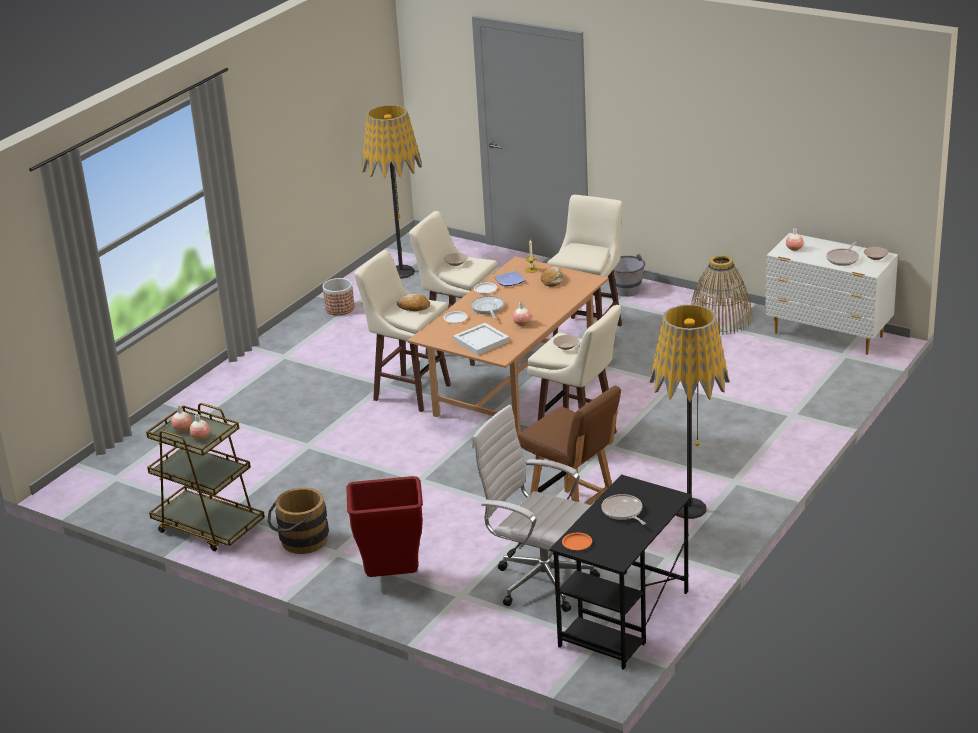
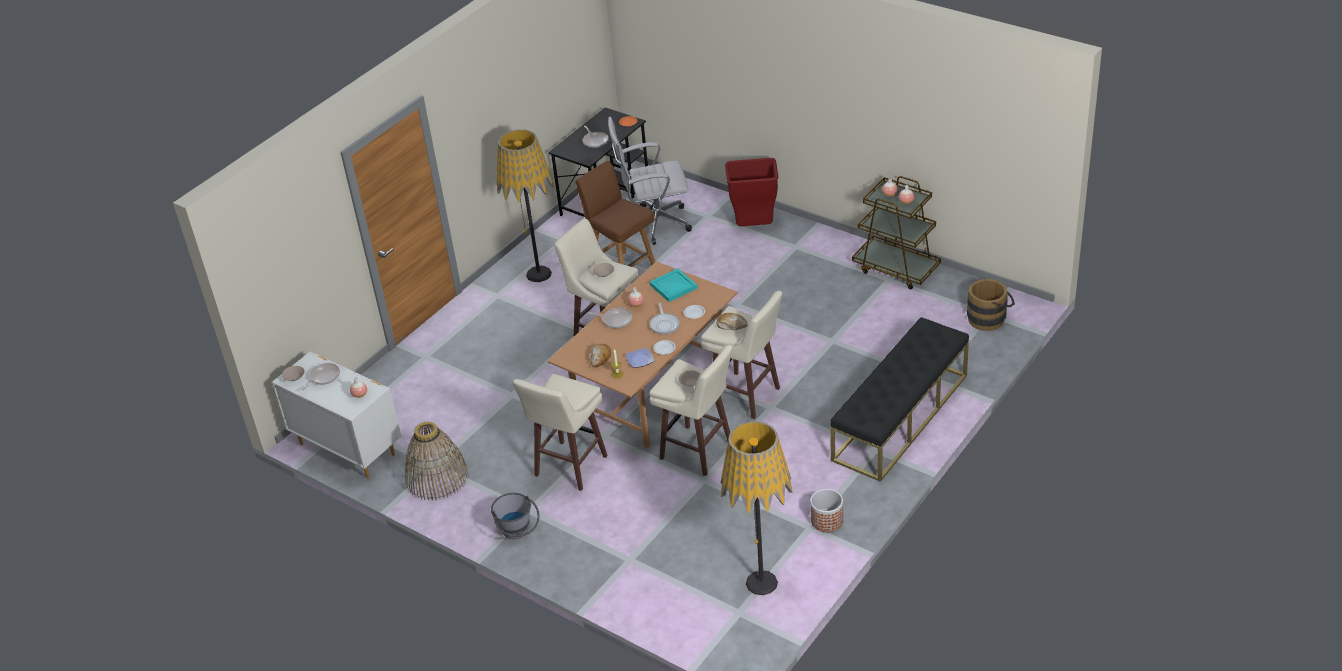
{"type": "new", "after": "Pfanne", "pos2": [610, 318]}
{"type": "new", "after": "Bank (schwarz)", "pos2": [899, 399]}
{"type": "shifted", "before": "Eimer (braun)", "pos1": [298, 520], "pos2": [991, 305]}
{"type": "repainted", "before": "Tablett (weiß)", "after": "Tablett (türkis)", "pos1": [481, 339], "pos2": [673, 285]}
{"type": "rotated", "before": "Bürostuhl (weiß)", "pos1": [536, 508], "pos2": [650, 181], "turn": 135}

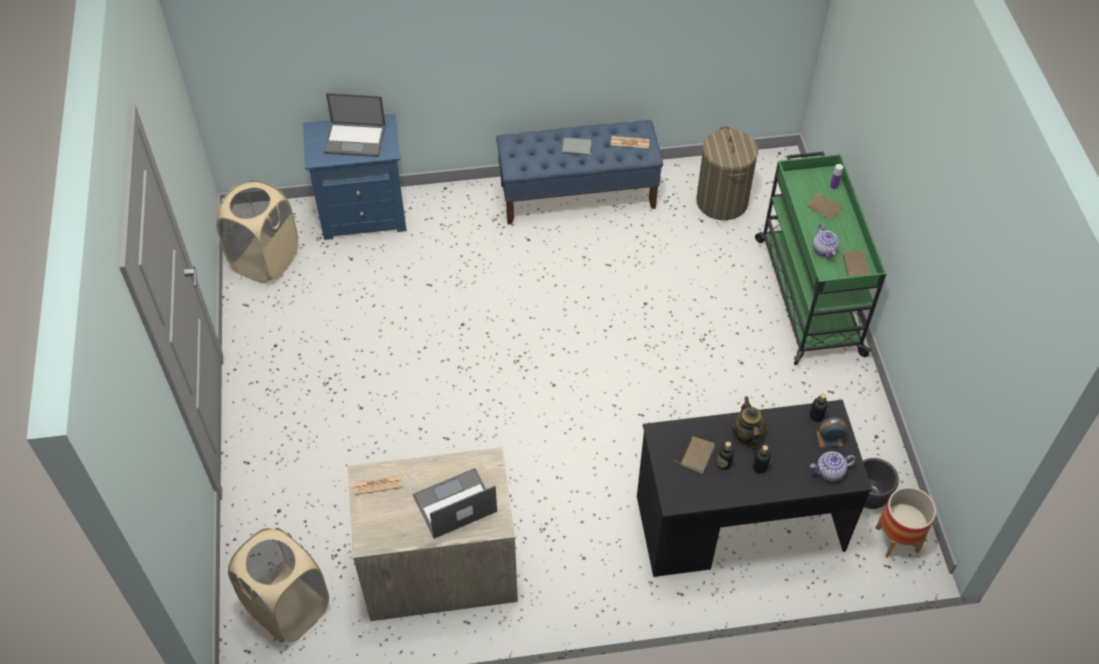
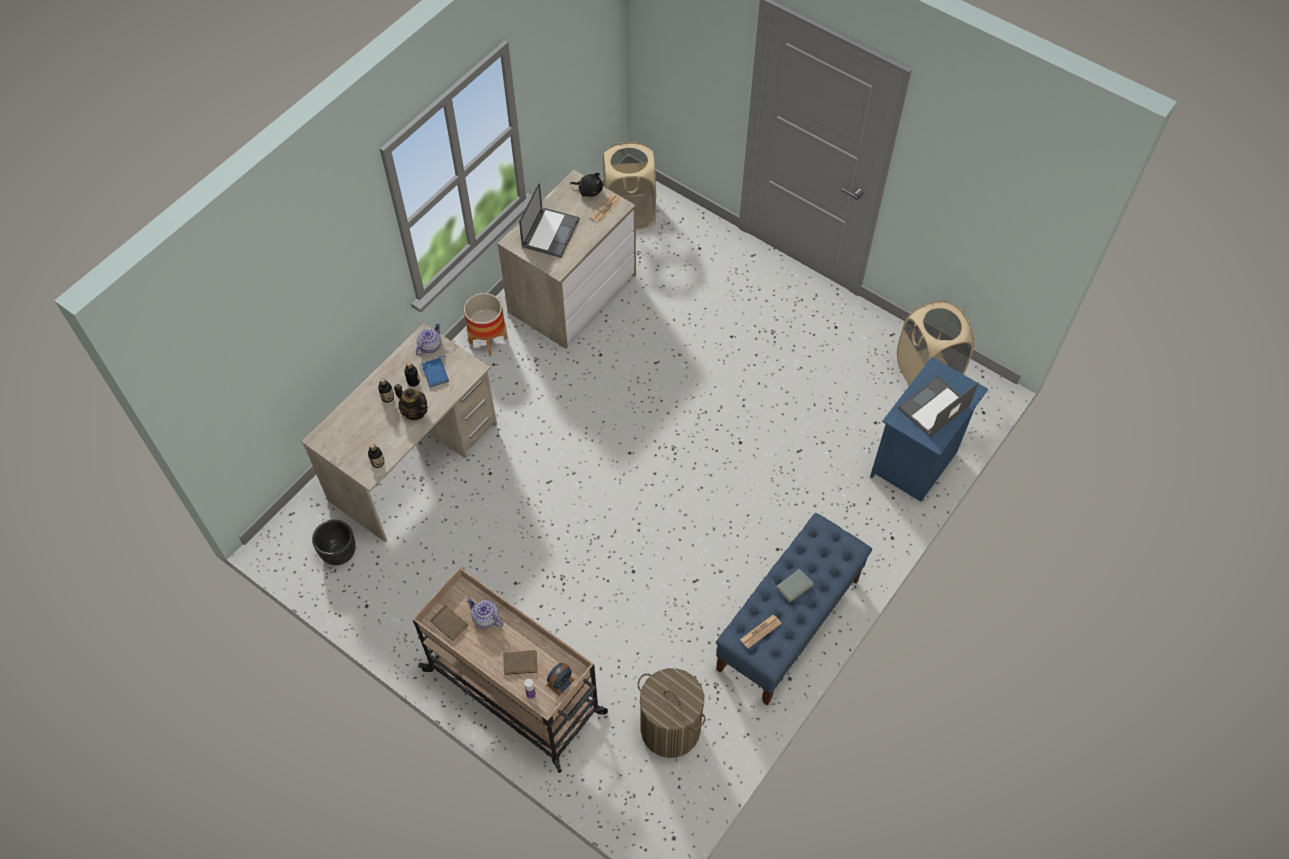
{"type": "new", "after": "Plüschtier (schwarz)", "pos2": [586, 185]}
{"type": "shifted", "before": "Teekanne", "pos1": [833, 466], "pos2": [428, 338]}
{"type": "shifted", "before": "Wecker", "pos1": [832, 432], "pos2": [560, 679]}
{"type": "shifted", "before": "Pflanzkübel", "pos1": [906, 522], "pos2": [486, 324]}
{"type": "repainted", "before": "Schreibtisch (schwarz)", "after": "Schreibtisch (beige)", "pos1": [754, 488], "pos2": [399, 432]}
{"type": "repainted", "before": "Buch (braun)", "after": "Buch (blau)", "pos1": [694, 455], "pos2": [435, 371]}
{"type": "repainted", "before": "Rollwagen (grün)", "after": "Rollwagen (beige)", "pos1": [820, 259], "pos2": [510, 670]}

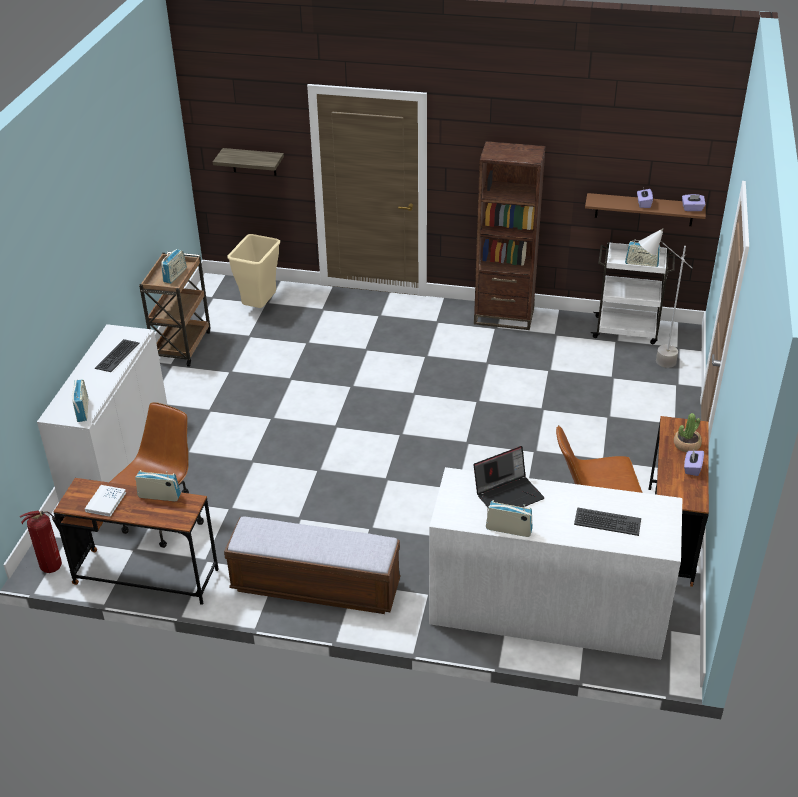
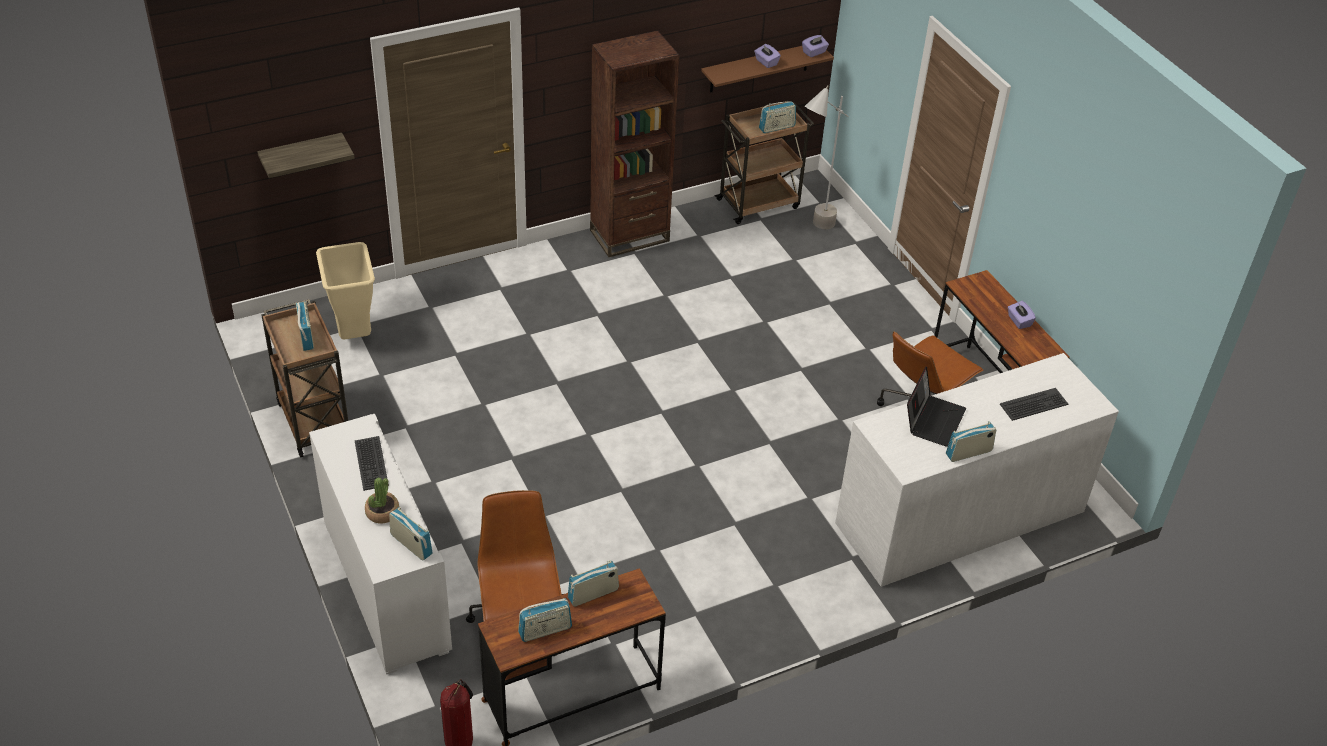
{"type": "gone", "before": "Bank", "pos1": [312, 565]}
{"type": "shifted", "before": "Topfpflanze", "pos1": [688, 432], "pos2": [382, 500]}
{"type": "swapped", "before": "Buch (weiß)", "after": "Radio", "pos1": [105, 501], "pos2": [545, 620]}
{"type": "repainted", "before": "Rollwagen (weiß)", "after": "Rollwagen (braun)", "pos1": [633, 293], "pos2": [764, 162]}

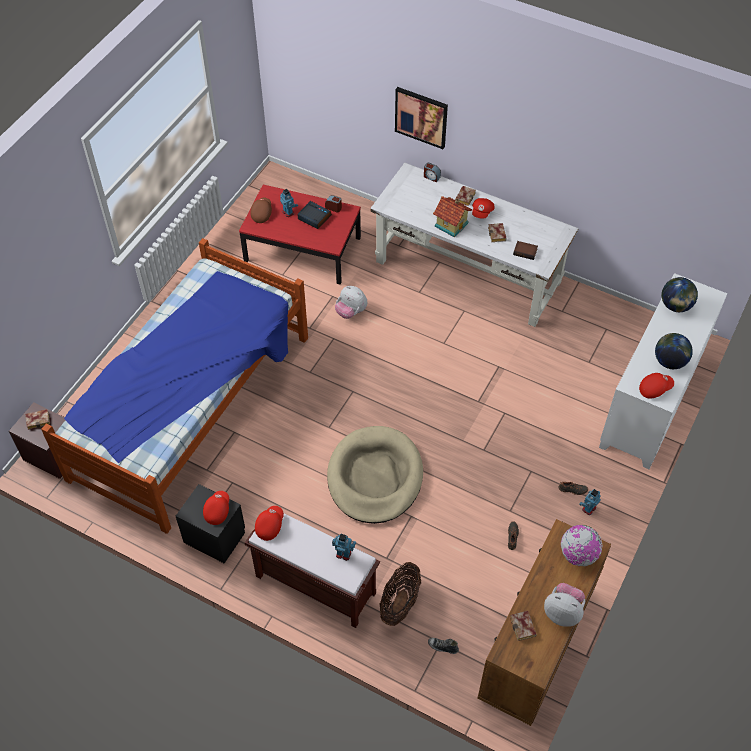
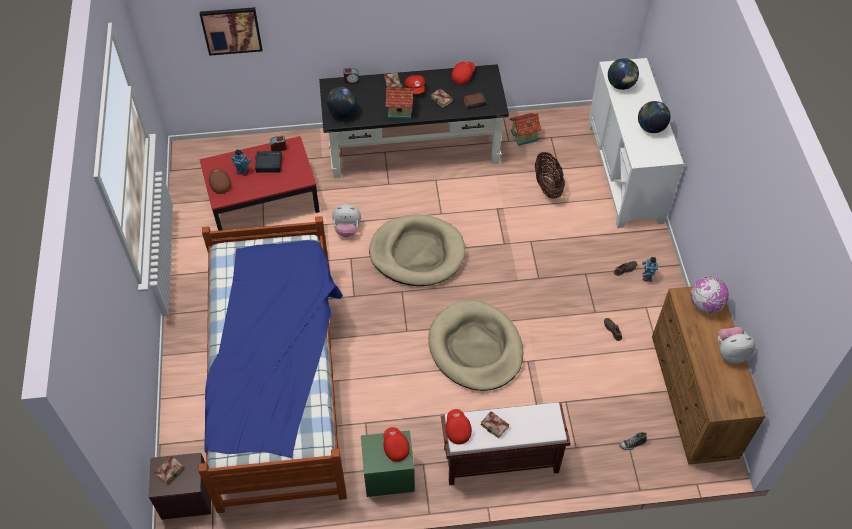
{"type": "gone", "before": "Spielzeugroboter", "pos1": [344, 547]}
{"type": "new", "after": "Globus", "pos2": [342, 102]}
{"type": "new", "after": "Hundebett (beige)", "pos2": [417, 250]}
{"type": "new", "after": "Spielzeughaus", "pos2": [526, 129]}
{"type": "shifted", "before": "Korb", "pos1": [400, 594], "pos2": [550, 175]}
{"type": "shifted", "before": "Bild", "pos1": [421, 118], "pos2": [231, 31]}
{"type": "shifted", "before": "Buch", "pos1": [523, 626], "pos2": [494, 425]}
{"type": "shifted", "before": "Kappe (rot)", "pos1": [656, 385], "pos2": [463, 73]}
{"type": "repainted", "before": "Nachttisch (schwarz)", "after": "Nachttisch (grün)", "pos1": [210, 523], "pos2": [388, 463]}
{"type": "repainted", "before": "Schreibtisch (weiß)", "after": "Schreibtisch (schwarz)", "pos1": [474, 244], "pos2": [414, 121]}

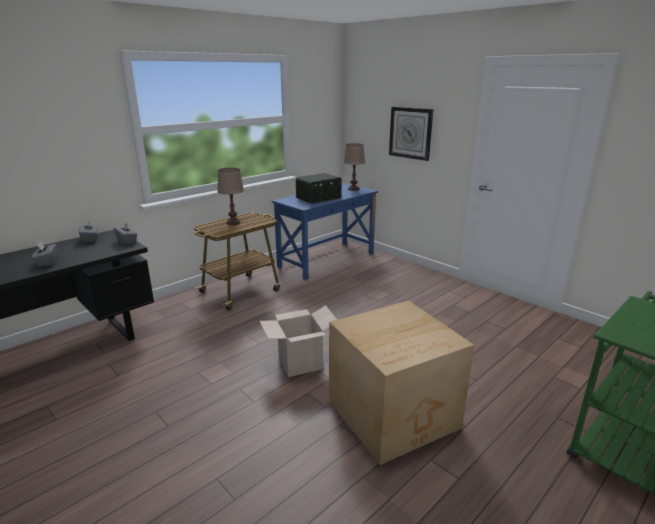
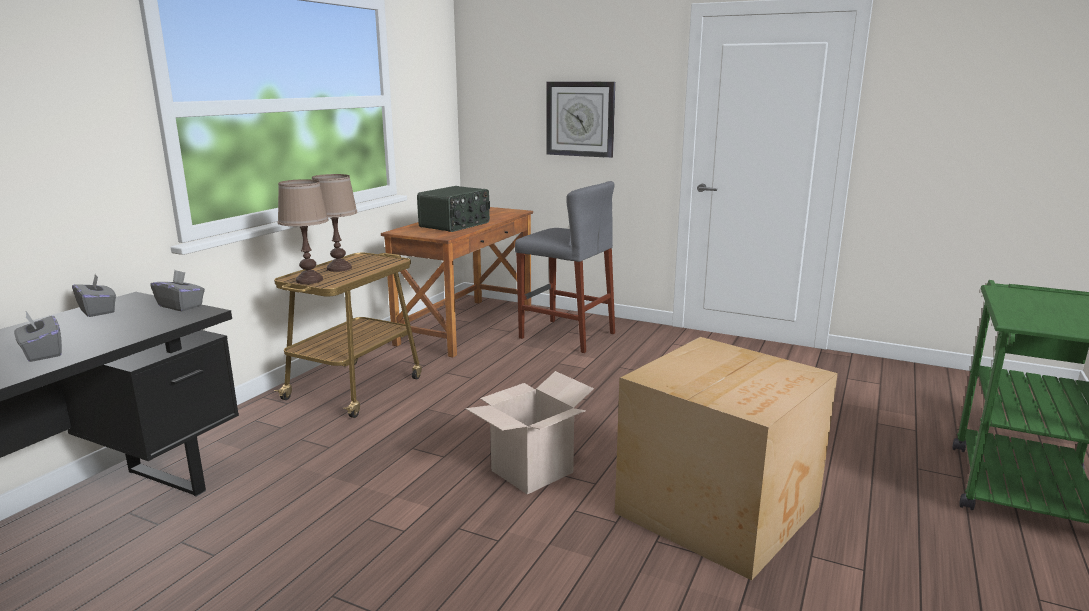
{"type": "new", "after": "Hocker (grau)", "pos2": [565, 267]}
{"type": "shifted", "before": "Tischlampe (braun)", "pos1": [354, 167], "pos2": [303, 231]}
{"type": "repainted", "before": "Schreibtisch (blau)", "after": "Schreibtisch (braun)", "pos1": [325, 232], "pos2": [457, 282]}

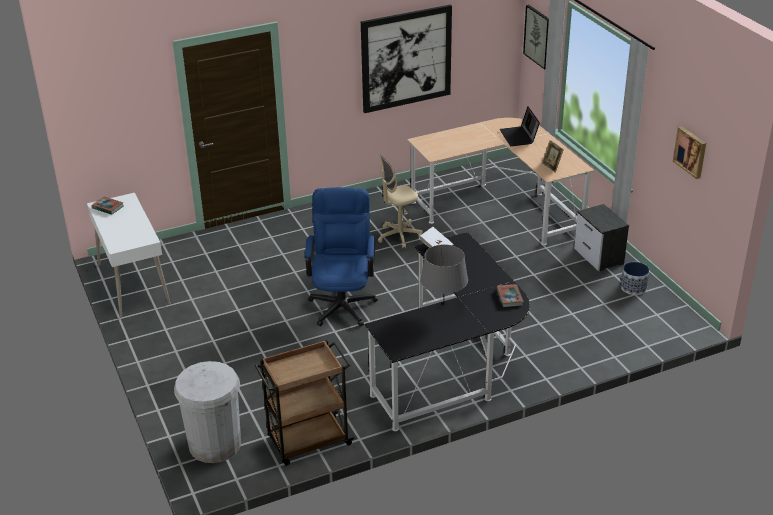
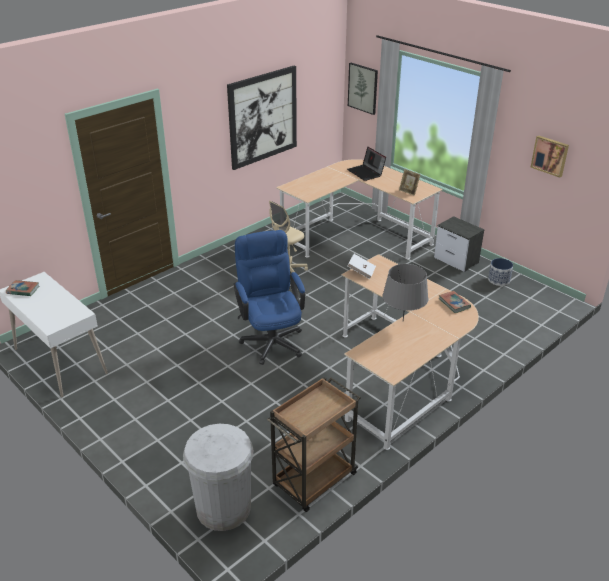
{"type": "repainted", "before": "Schreibtisch (schwarz)", "after": "Schreibtisch (beige)", "pos1": [447, 331], "pos2": [410, 352]}

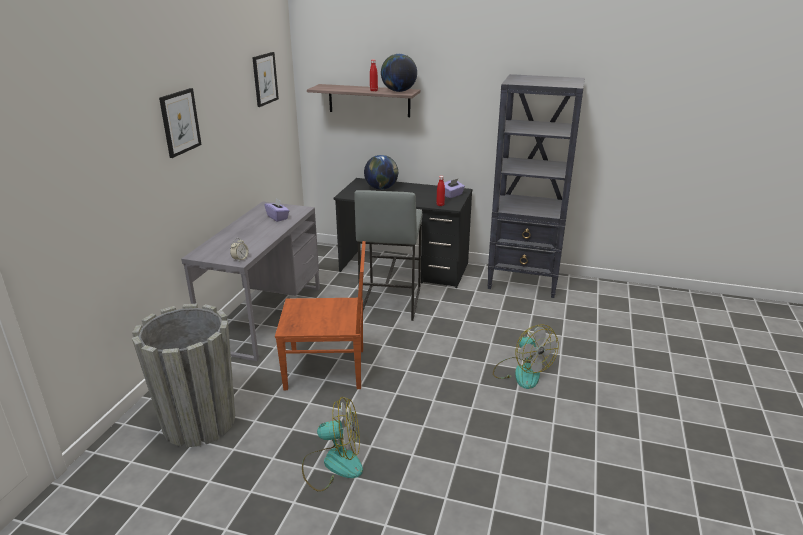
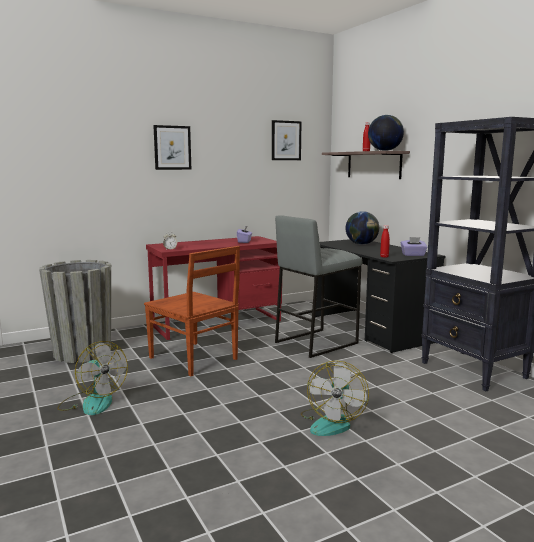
{"type": "repainted", "before": "Schreibtisch (grau)", "after": "Schreibtisch (rot)", "pos1": [250, 281], "pos2": [214, 288]}

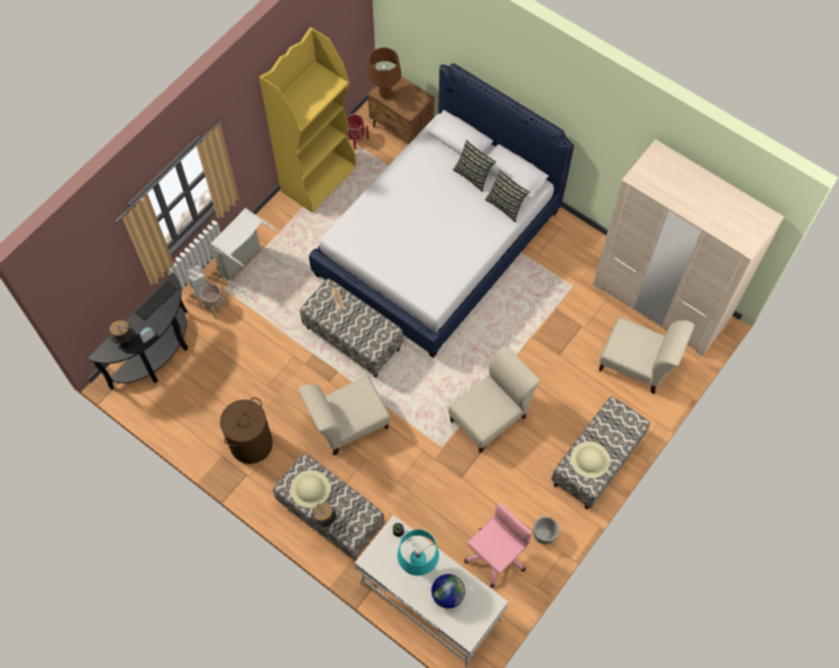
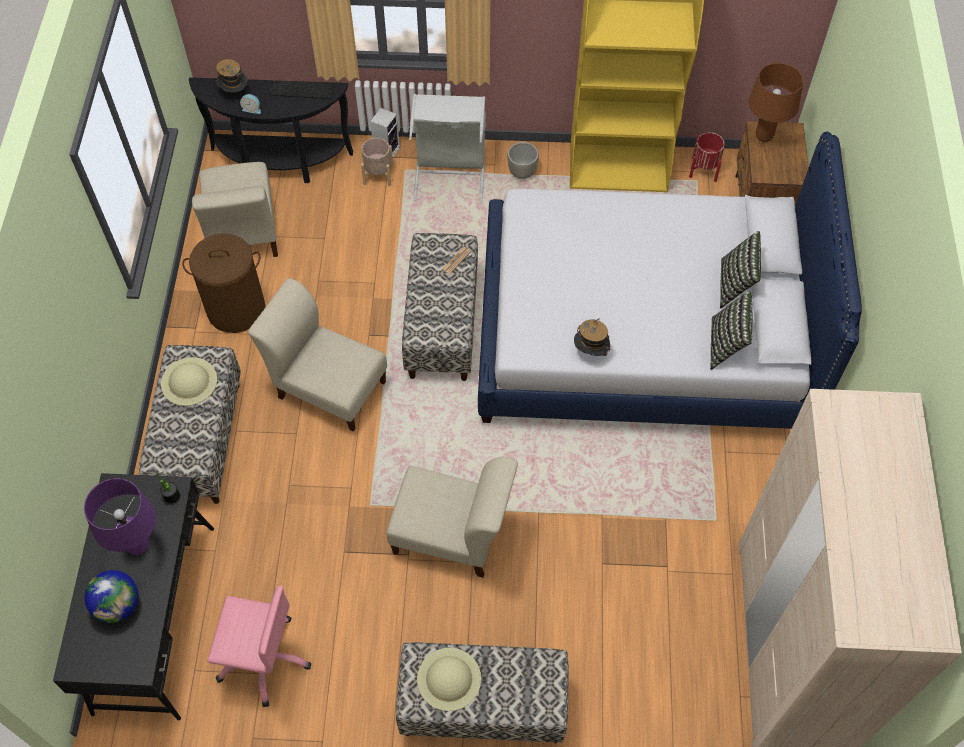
{"type": "shifted", "before": "Hut", "pos1": [324, 515], "pos2": [592, 337]}
{"type": "shifted", "before": "Pflanzkübel (grau)", "pos1": [546, 530], "pos2": [523, 160]}
{"type": "shifted", "before": "Stuhl (beige)", "pos1": [647, 355], "pos2": [235, 209]}
{"type": "repainted", "before": "Schreibtisch (weiß)", "after": "Schreibtisch (schwarz)", "pos1": [431, 591], "pos2": [133, 597]}
{"type": "repainted", "before": "Tischlampe (türkis)", "after": "Tischlampe (lila)", "pos1": [418, 552], "pos2": [120, 516]}

